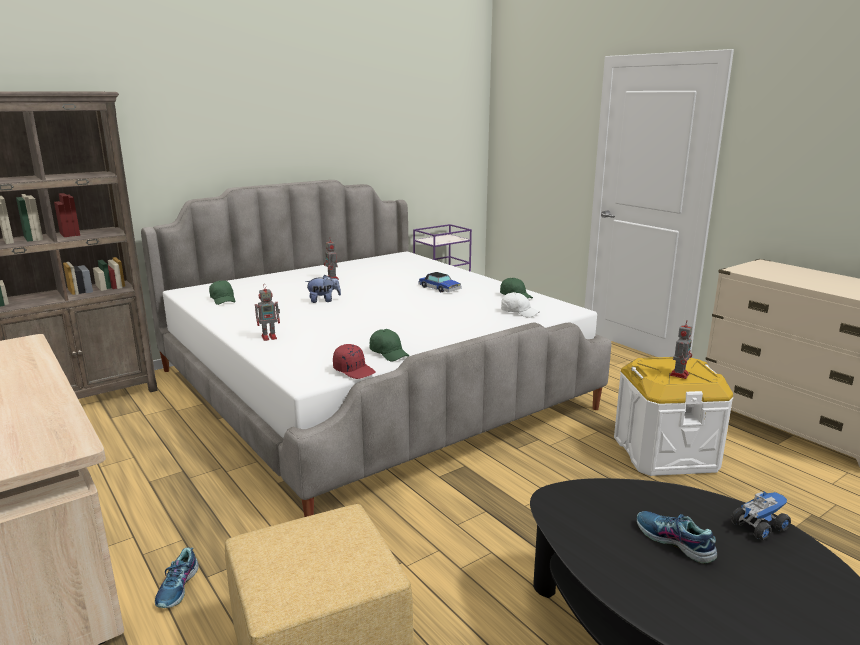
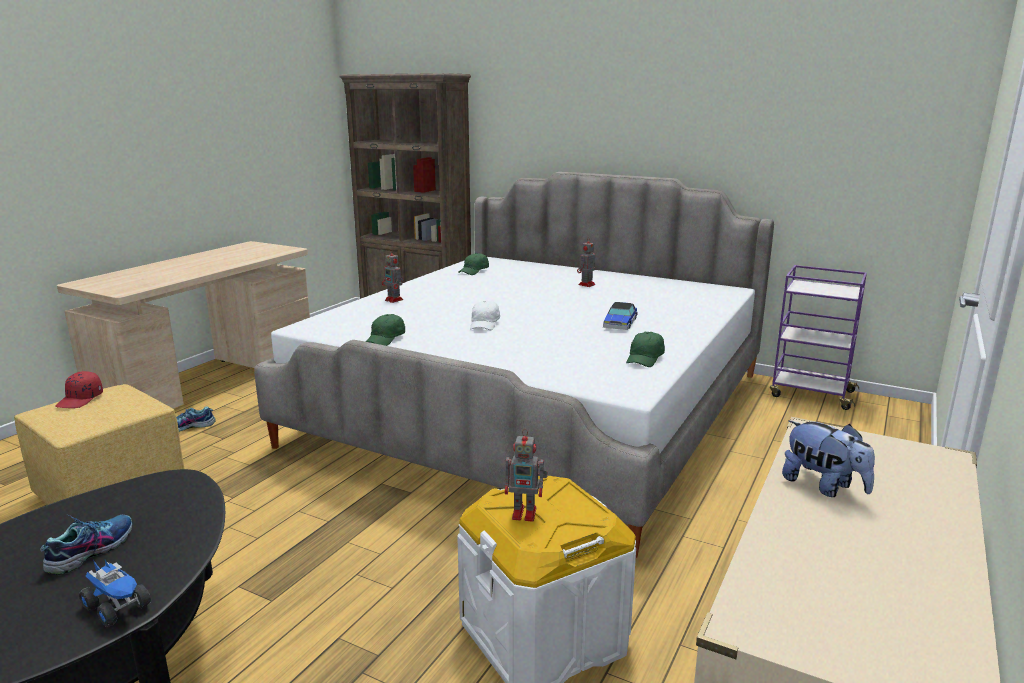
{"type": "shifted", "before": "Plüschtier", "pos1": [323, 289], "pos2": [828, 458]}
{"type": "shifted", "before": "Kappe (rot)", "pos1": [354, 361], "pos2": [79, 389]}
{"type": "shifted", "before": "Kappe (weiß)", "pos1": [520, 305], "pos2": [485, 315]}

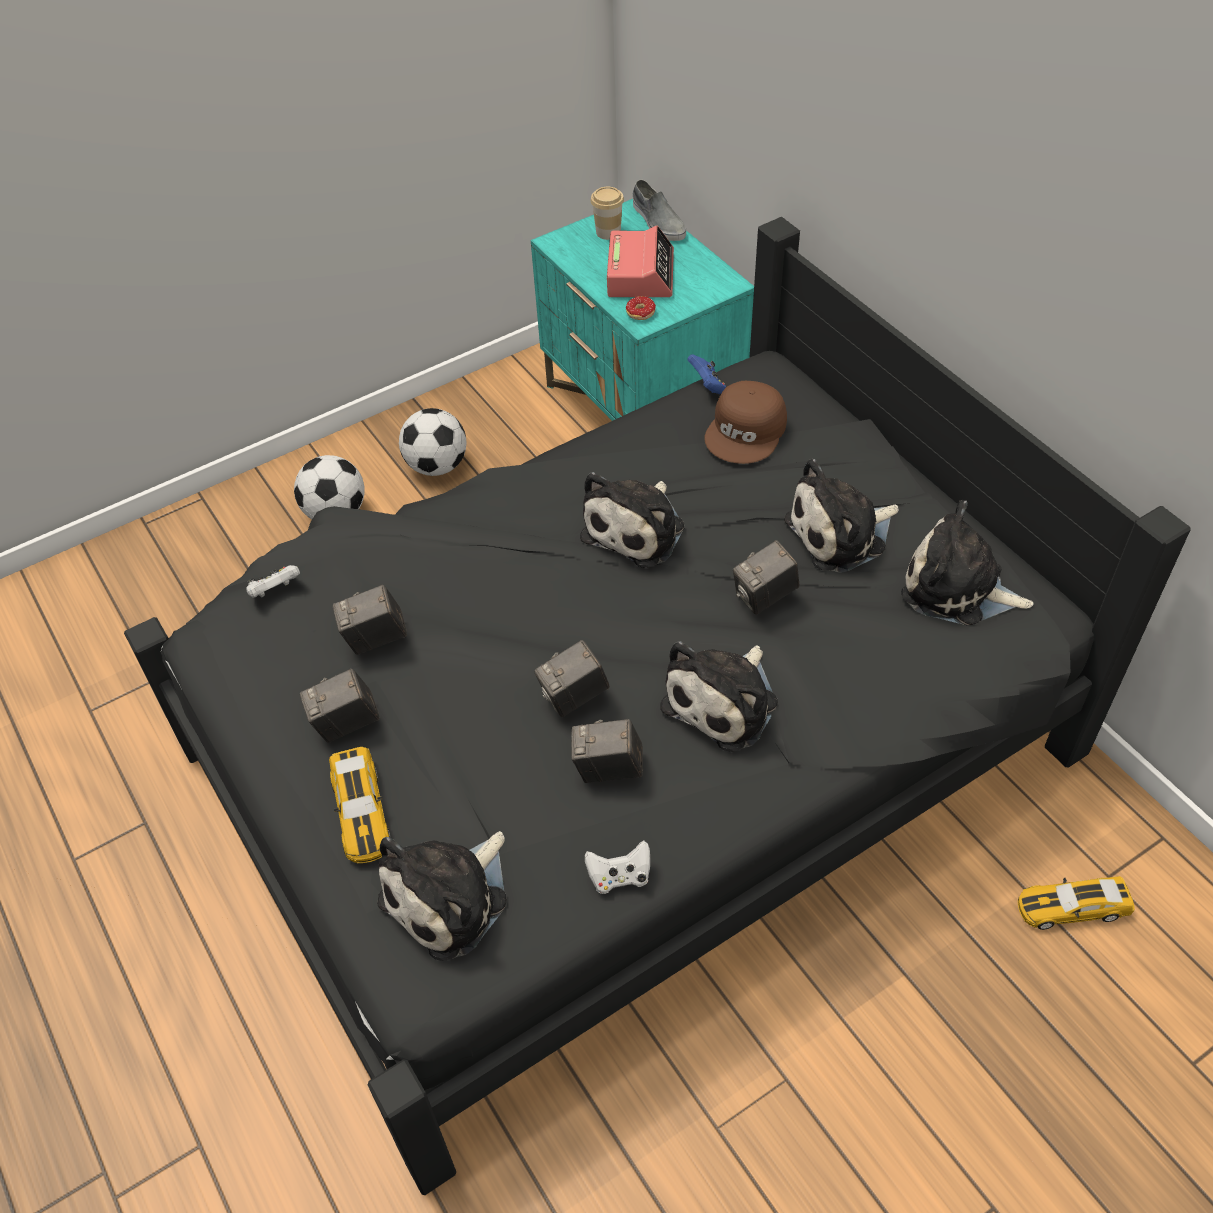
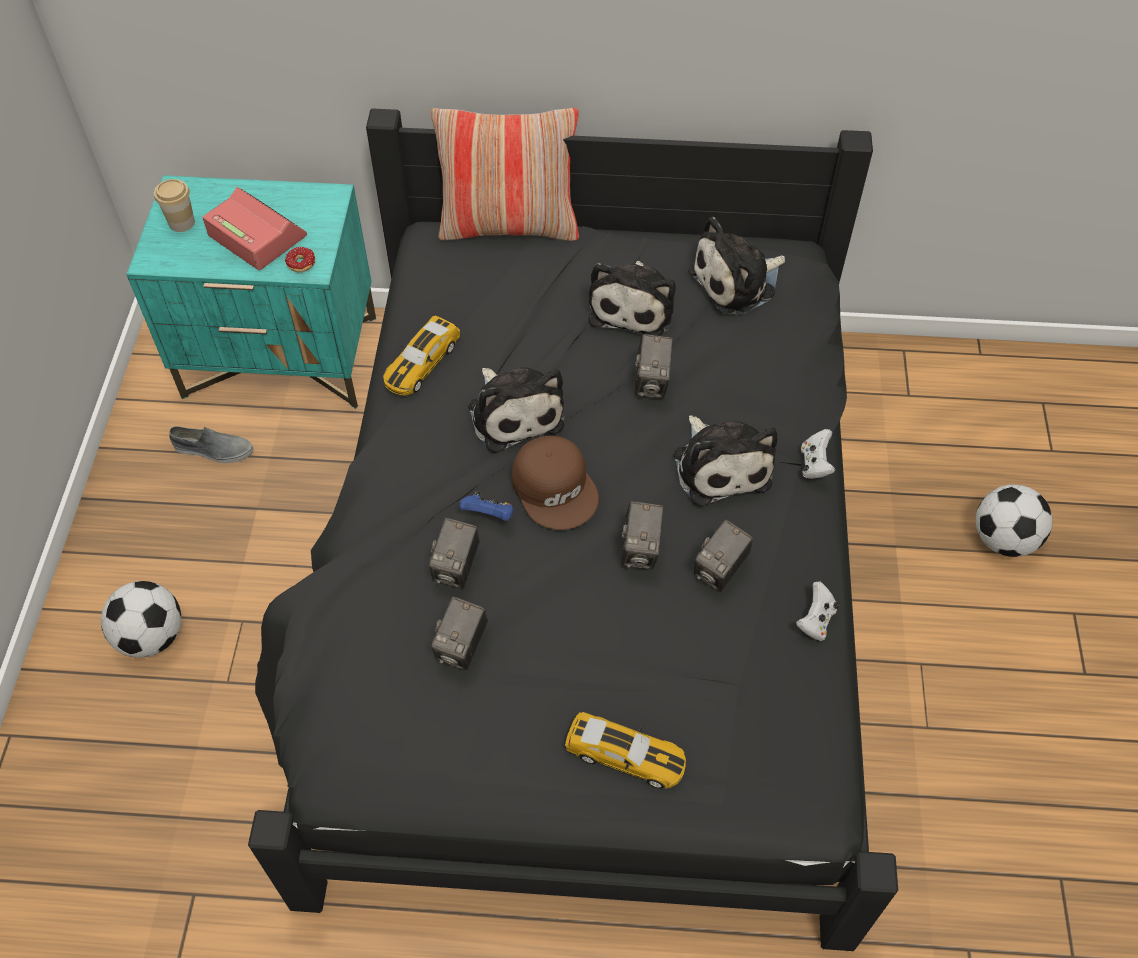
{"type": "gone", "before": "Plüschtier", "pos1": [442, 896]}
{"type": "new", "after": "Kissen", "pos2": [505, 174]}
{"type": "shifted", "before": "Gamepad (weiß)", "pos1": [273, 581], "pos2": [818, 454]}
{"type": "shifted", "before": "Kamera", "pos1": [340, 706], "pos2": [454, 553]}
{"type": "shifted", "before": "Fußball", "pos1": [433, 442], "pos2": [1014, 520]}
{"type": "shifted", "before": "Schuh (grau)", "pos1": [659, 210], "pos2": [211, 444]}
{"type": "shifted", "before": "Gamepad (blau)", "pos1": [706, 374], "pos2": [486, 506]}
{"type": "shifted", "before": "Kappe (braun)", "pos1": [745, 422], "pos2": [555, 483]}
{"type": "shifted", "before": "Spielzeugauto", "pos1": [1076, 903], "pos2": [421, 355]}

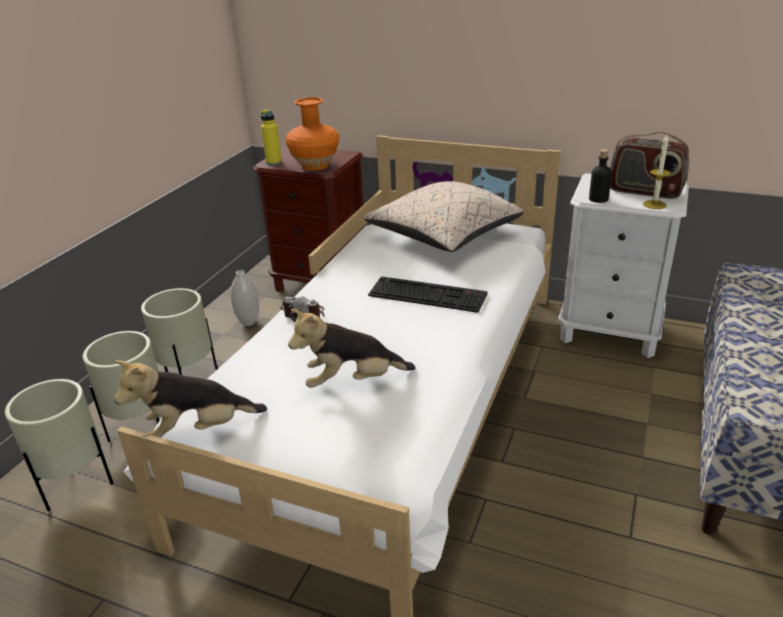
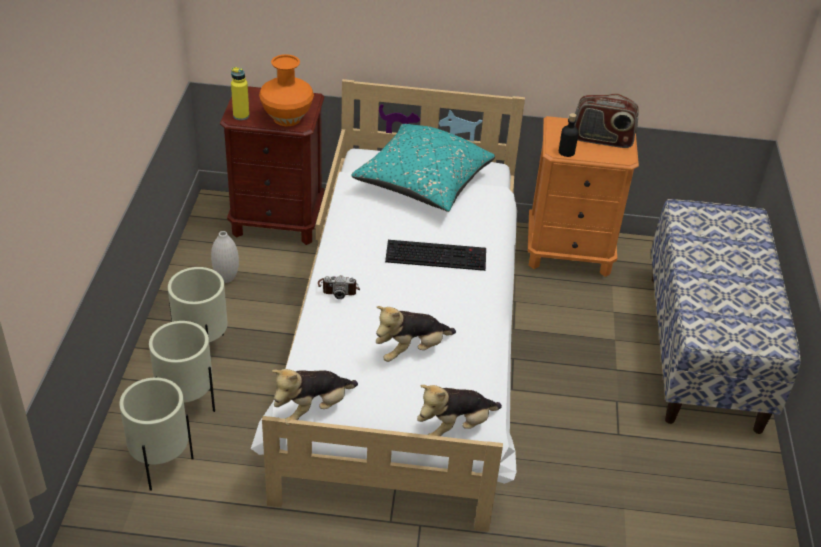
{"type": "gone", "before": "Kerze", "pos1": [657, 172]}
{"type": "new", "after": "Plüschtier", "pos2": [459, 410]}
{"type": "repainted", "before": "Kissen (beige)", "after": "Kissen (türkis)", "pos1": [443, 216], "pos2": [423, 168]}
{"type": "repainted", "before": "Nachttisch (weiß)", "after": "Nachttisch (orange)", "pos1": [623, 265], "pos2": [583, 196]}

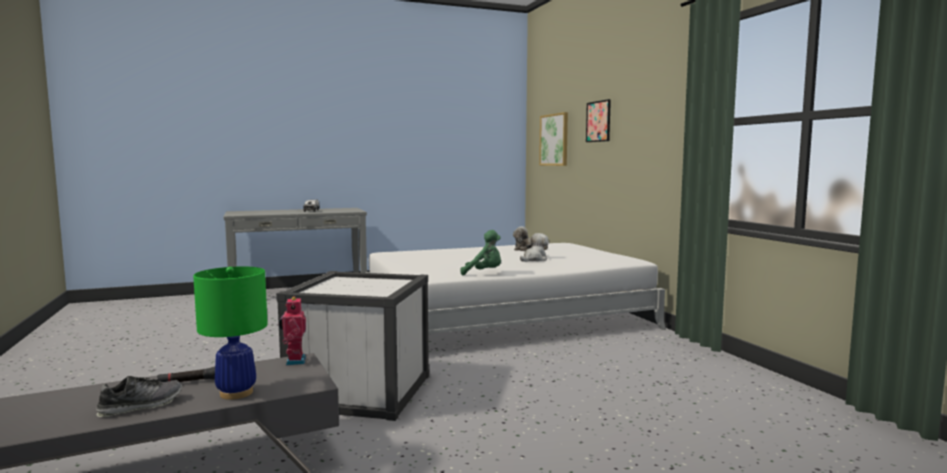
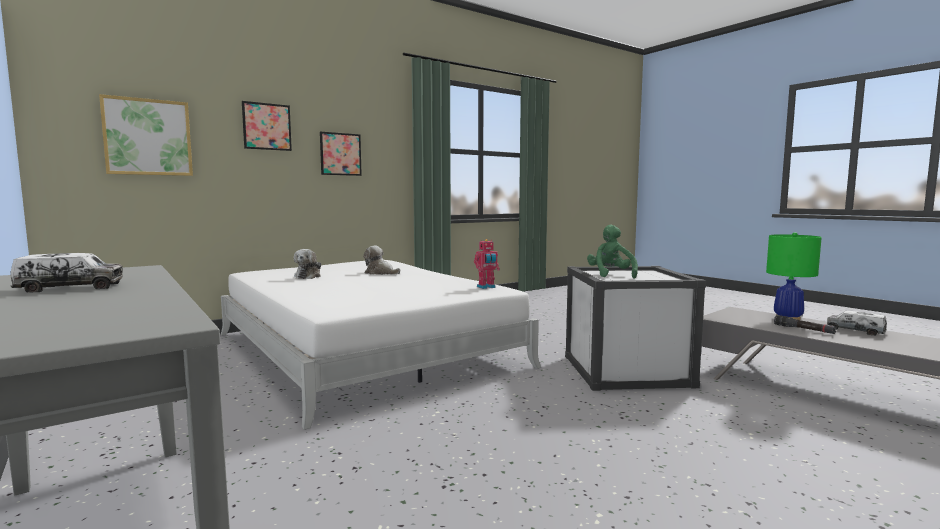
{"type": "new", "after": "Bild", "pos2": [341, 154]}
{"type": "shifted", "before": "Spielzeugroboter", "pos1": [292, 330], "pos2": [487, 264]}
{"type": "shifted", "before": "Plüschtier (grün)", "pos1": [480, 252], "pos2": [612, 252]}
{"type": "swapped", "before": "Schuh", "after": "Spielzeuglaster", "pos1": [139, 396], "pos2": [857, 323]}

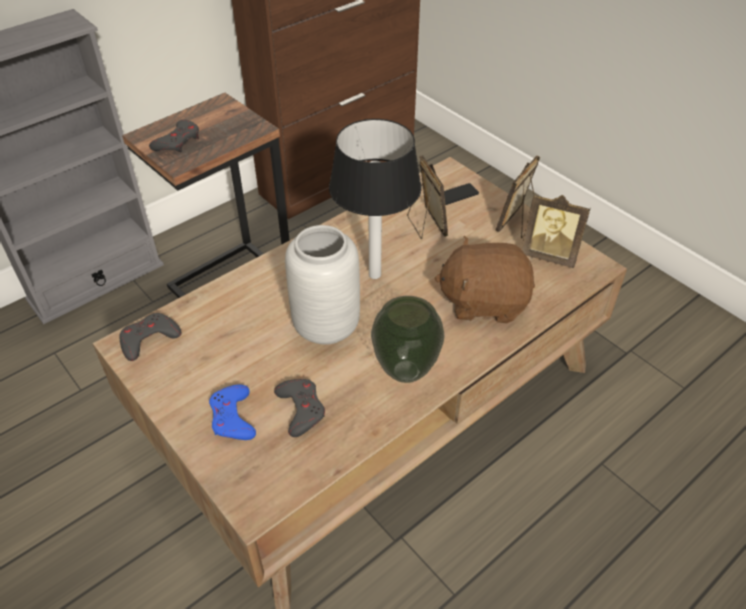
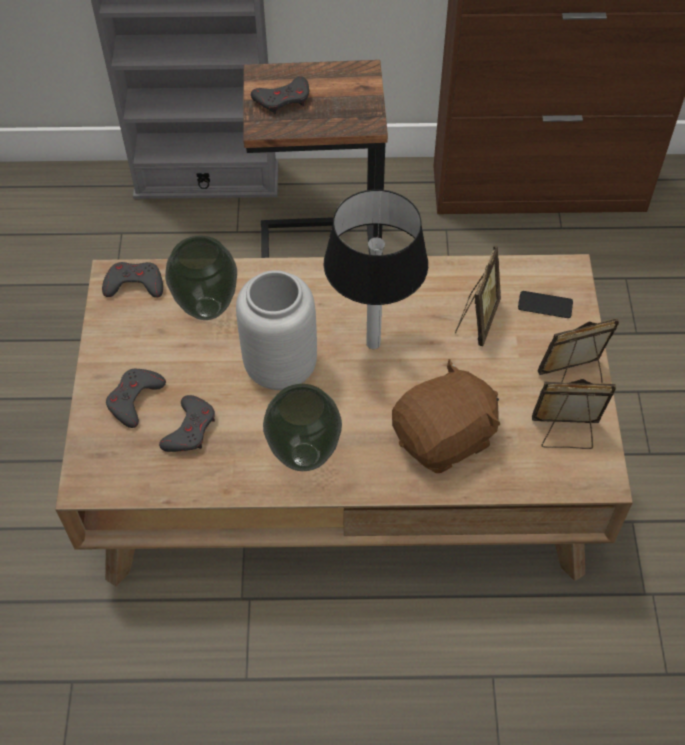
{"type": "new", "after": "Vase", "pos2": [201, 277]}
{"type": "repainted", "before": "Gamepad (blau)", "after": "Gamepad (grau)", "pos1": [232, 412], "pos2": [136, 398]}
{"type": "rotated", "before": "Plüschtier (braun)", "pos1": [485, 279], "pos2": [446, 416], "turn": 105}
{"type": "rotated", "before": "Bilderrahmen", "pos1": [556, 231], "pos2": [574, 414], "turn": 120}

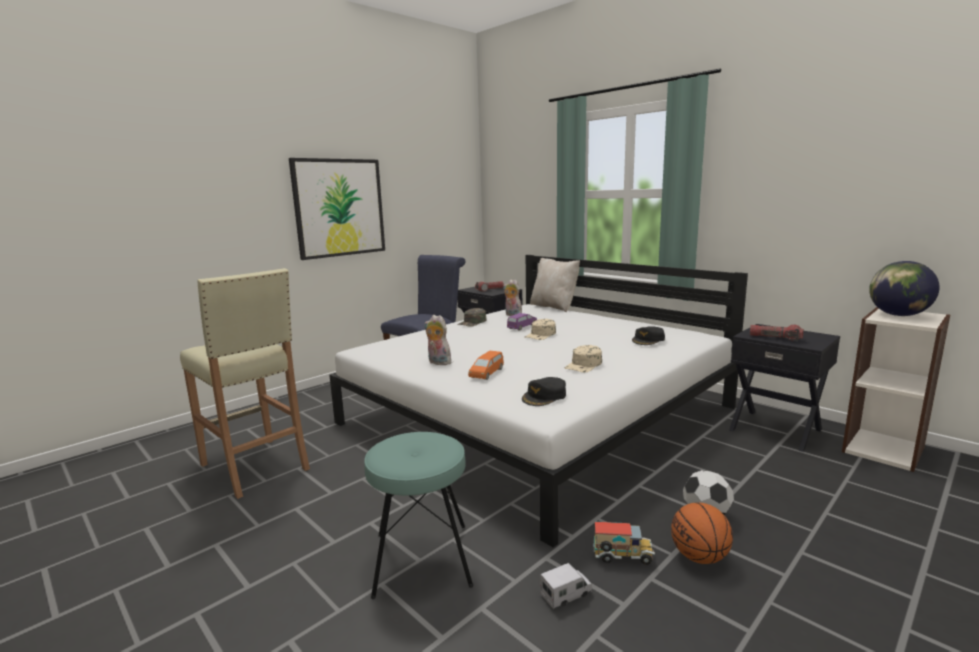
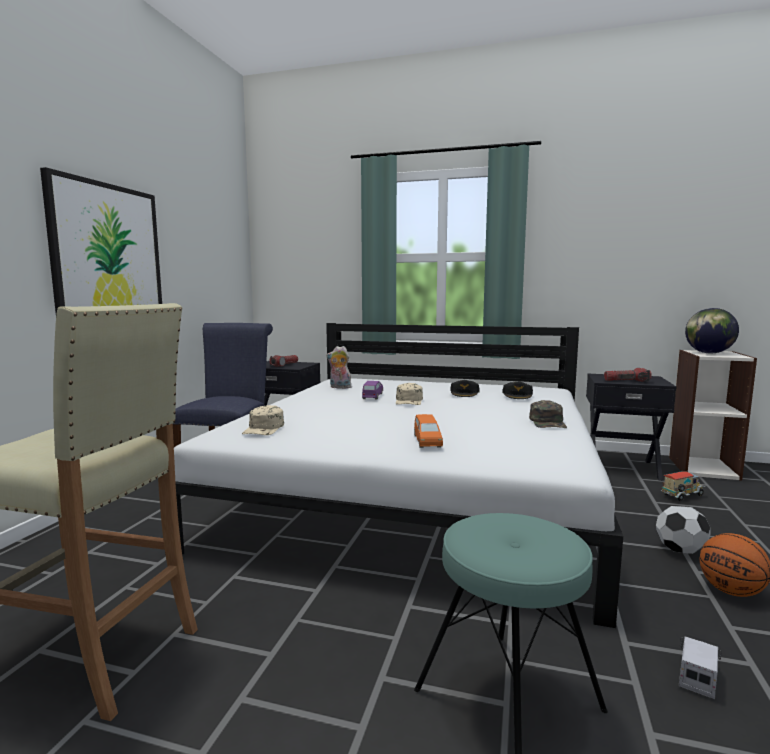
{"type": "gone", "before": "Plüschtier", "pos1": [437, 340]}
{"type": "gone", "before": "Kissen (beige)", "pos1": [555, 285]}
{"type": "shifted", "before": "Kappe (grün)", "pos1": [471, 317], "pos2": [548, 414]}
{"type": "shifted", "before": "Kappe (schwarz)", "pos1": [544, 391], "pos2": [465, 388]}
{"type": "shifted", "before": "Kappe (beige)", "pos1": [583, 358], "pos2": [263, 420]}
{"type": "shifted", "before": "Spielzeuglaster", "pos1": [624, 543], "pos2": [683, 486]}

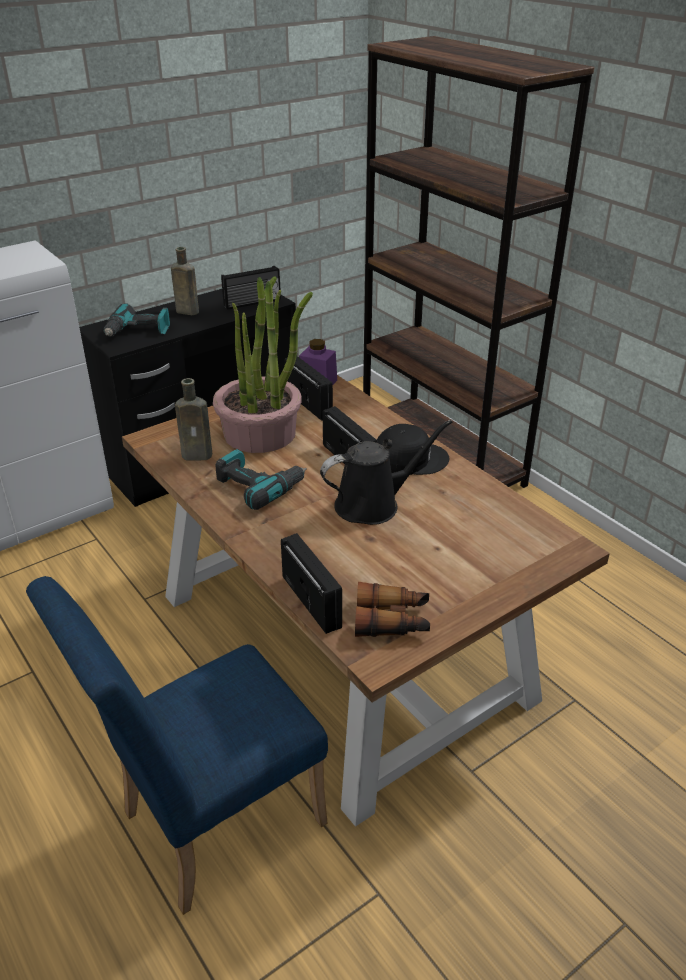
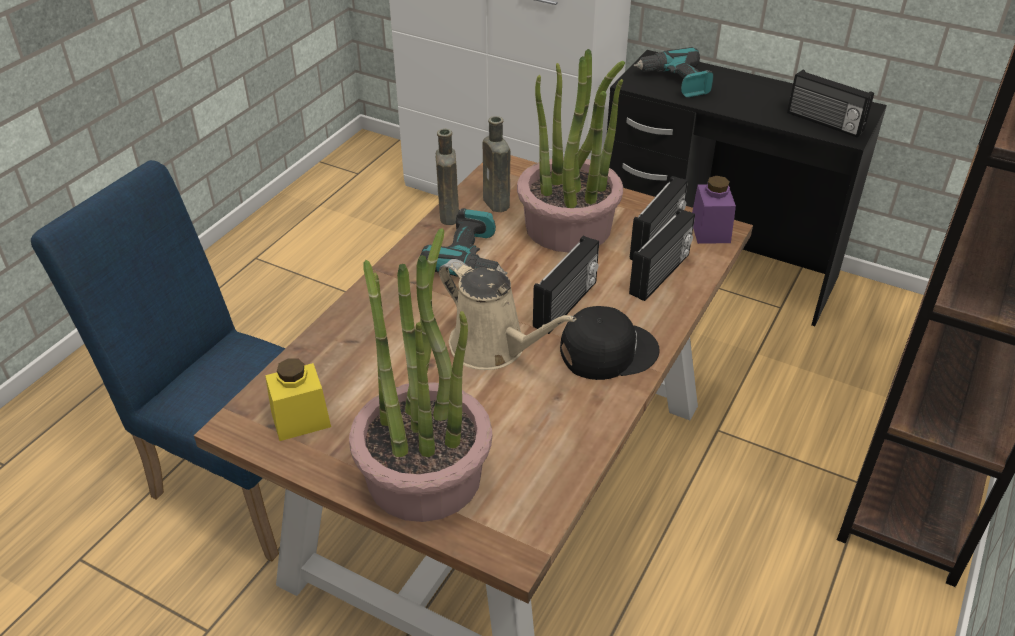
{"type": "new", "after": "Topfpflanze", "pos2": [420, 375]}
{"type": "shifted", "before": "Flasche (braun)", "pos1": [185, 281], "pos2": [447, 177]}
{"type": "shifted", "before": "Radio", "pos1": [311, 583], "pos2": [662, 254]}
{"type": "swapped", "before": "Fernglas", "after": "Vorratsglas (gelb)", "pos1": [392, 609], "pos2": [298, 399]}
{"type": "repainted", "before": "Gießkanne (schwarz)", "after": "Gießkanne (beige)", "pos1": [386, 472], "pos2": [507, 314]}
{"type": "rotated", "before": "Kappe (schwarz)", "pos1": [413, 449], "pos2": [610, 343], "turn": -75}

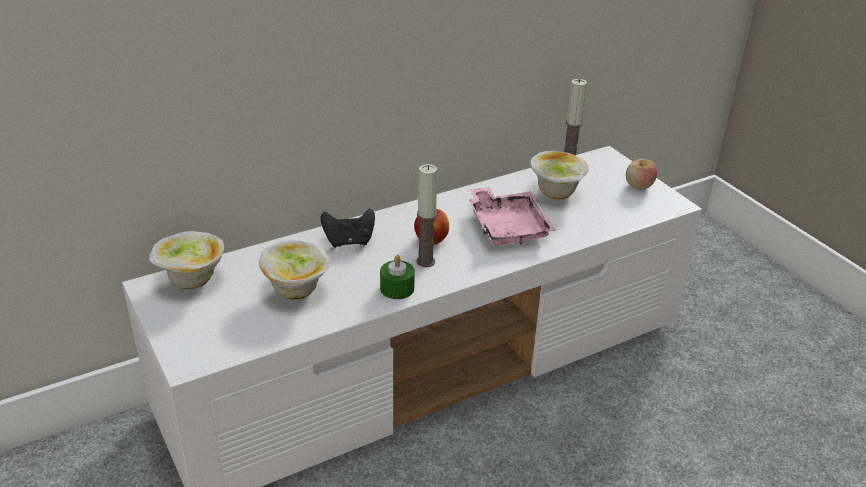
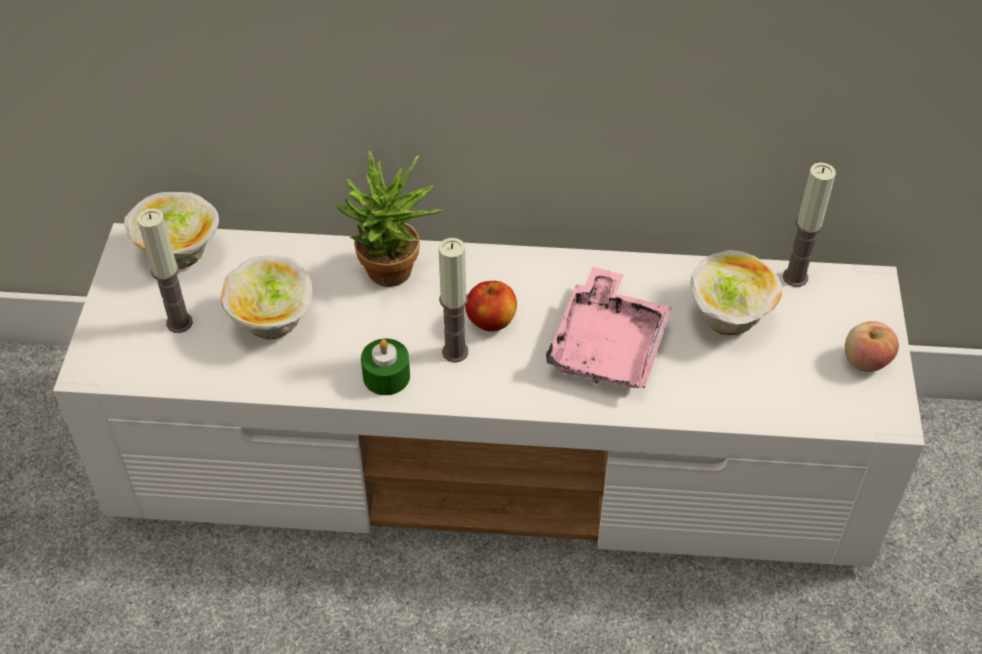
{"type": "new", "after": "Kerze", "pos2": [165, 270]}
{"type": "swapped", "before": "Gamepad (schwarz)", "after": "Topfpflanze", "pos1": [348, 227], "pos2": [388, 218]}

